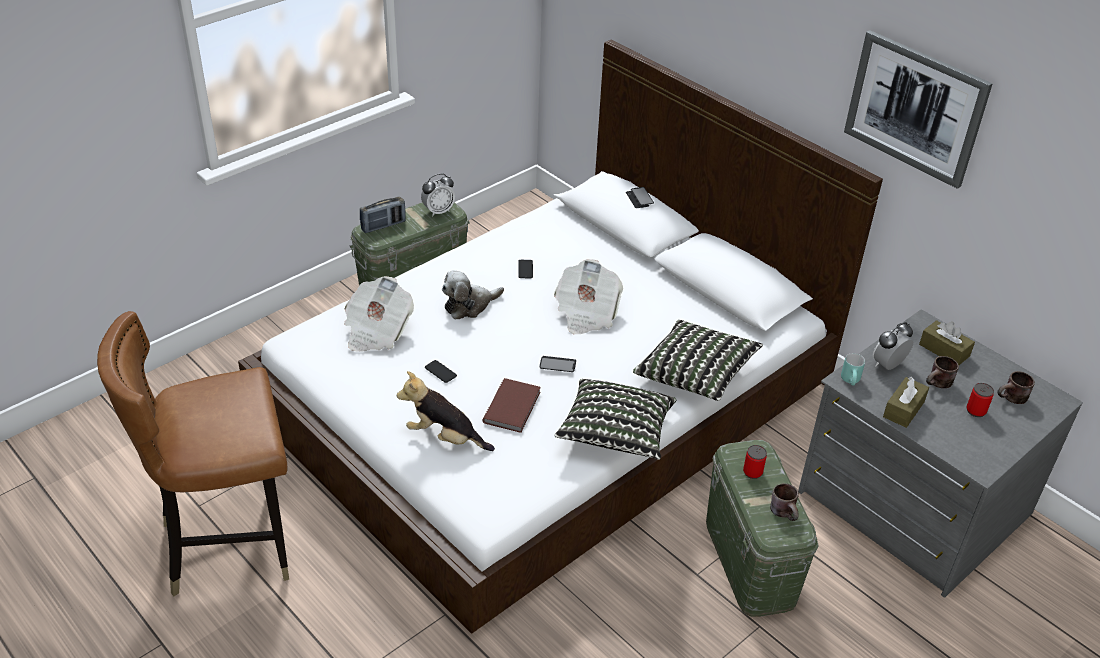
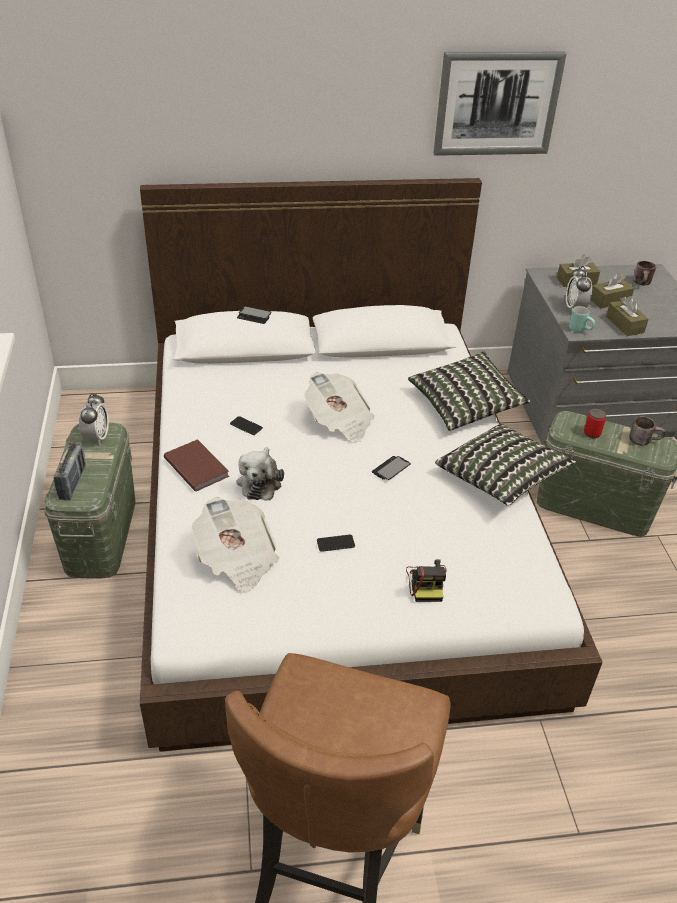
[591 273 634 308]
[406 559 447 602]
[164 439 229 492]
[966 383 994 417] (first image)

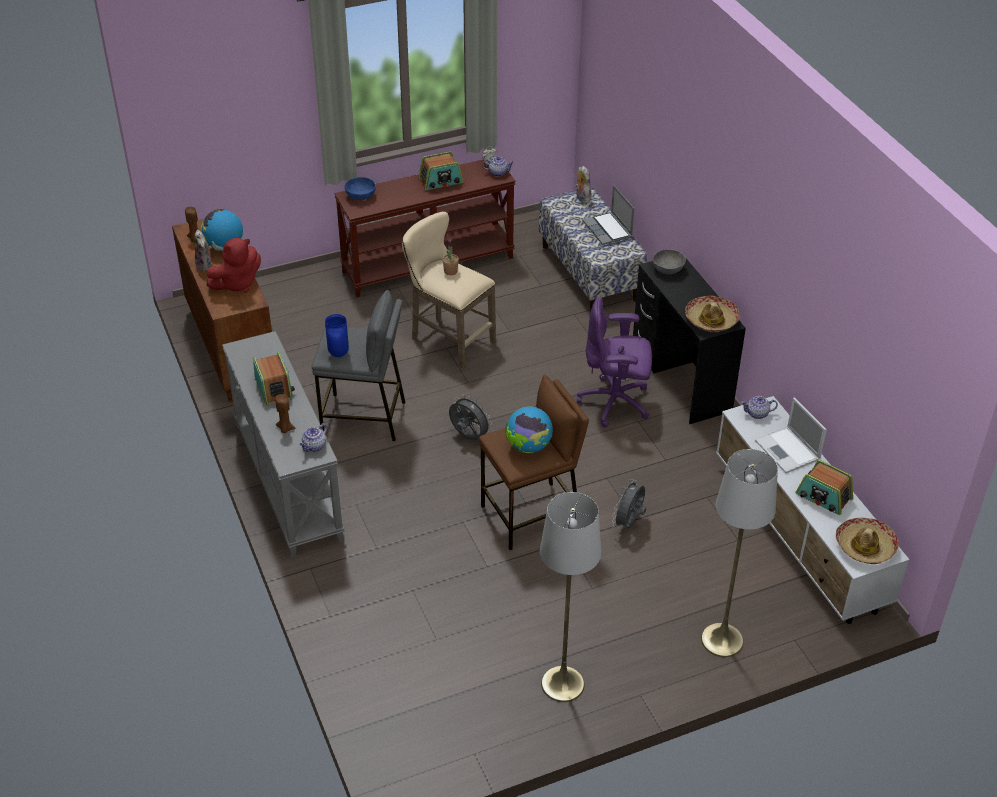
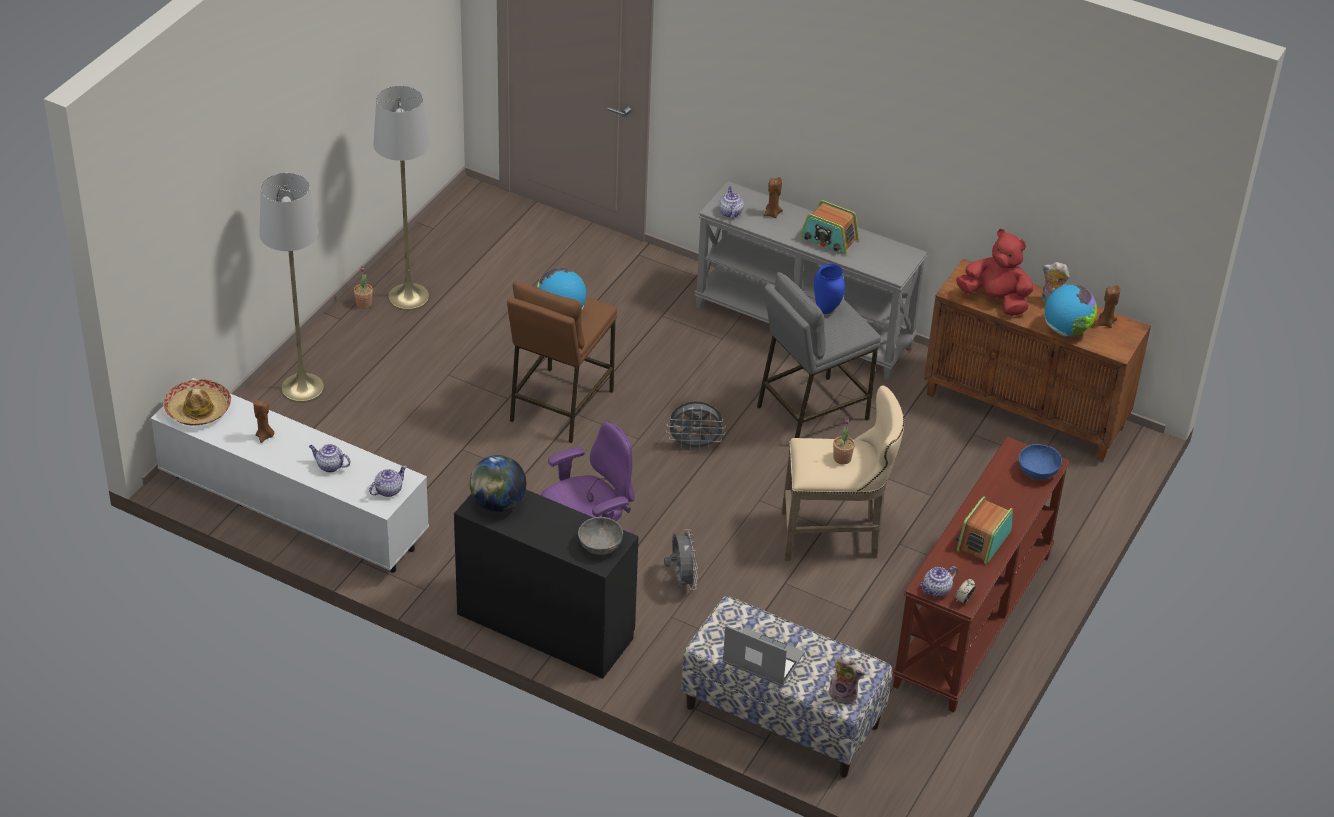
[956 229 1034 316]
[470 455 526 512]
[309 444 350 472]
[254 400 274 443]
[664 530 698 590]
[354 266 373 309]

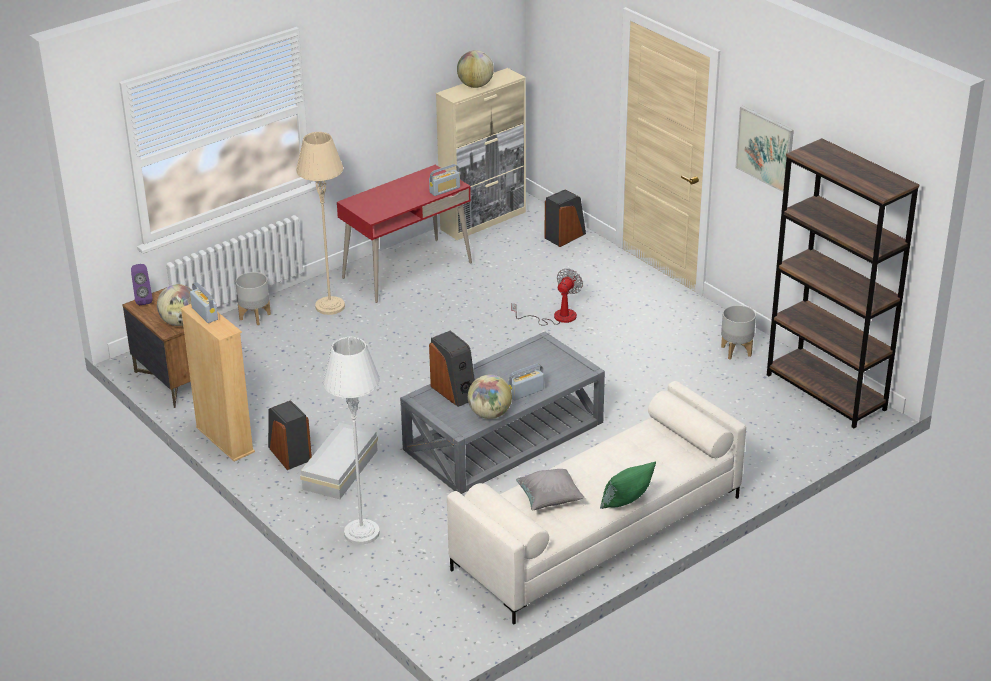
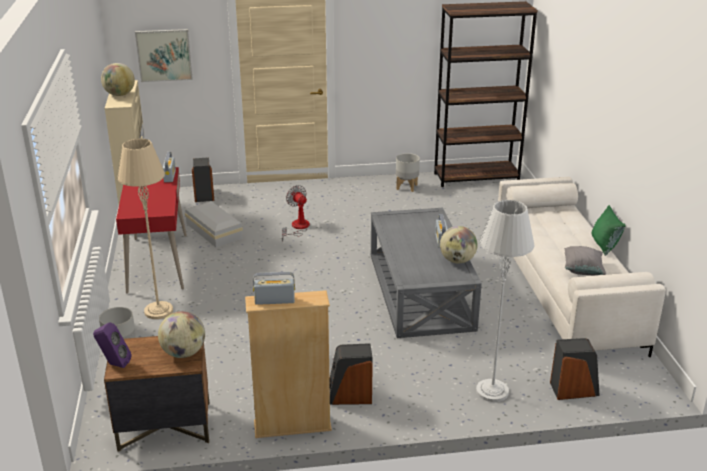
[135 29 193 82]
[550 338 600 400]
[185 201 243 248]

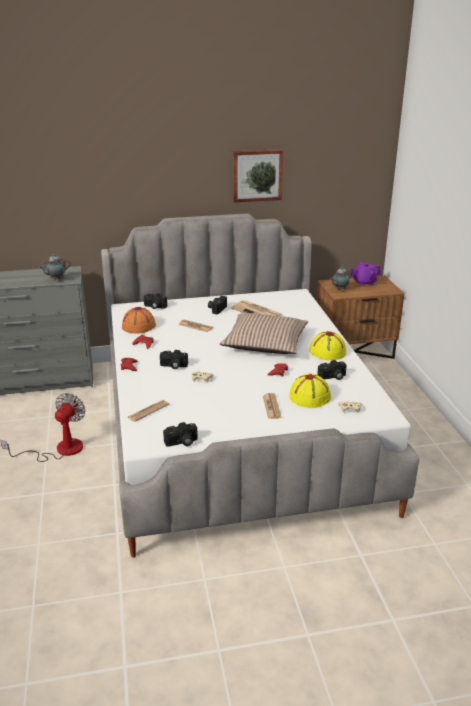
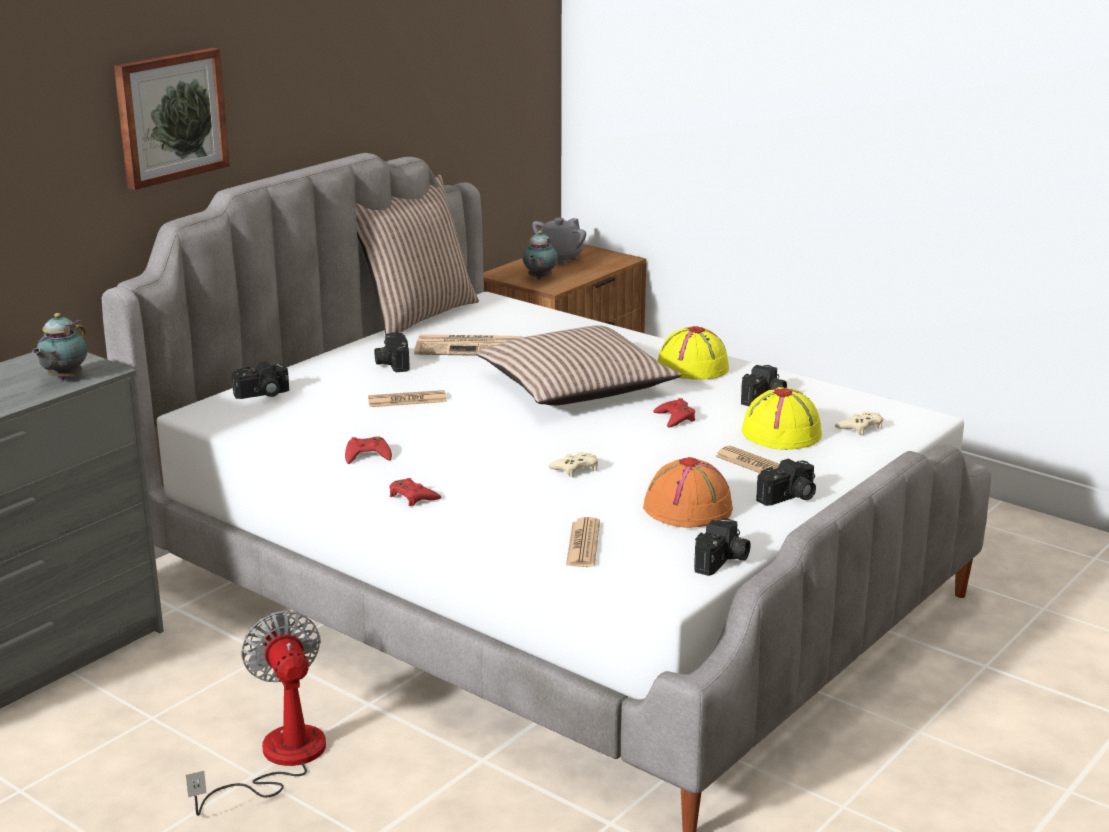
[114 48 230 190]
[532 218 586 265]
[643 457 733 528]
[756 459 816 506]
[355 174 479 335]

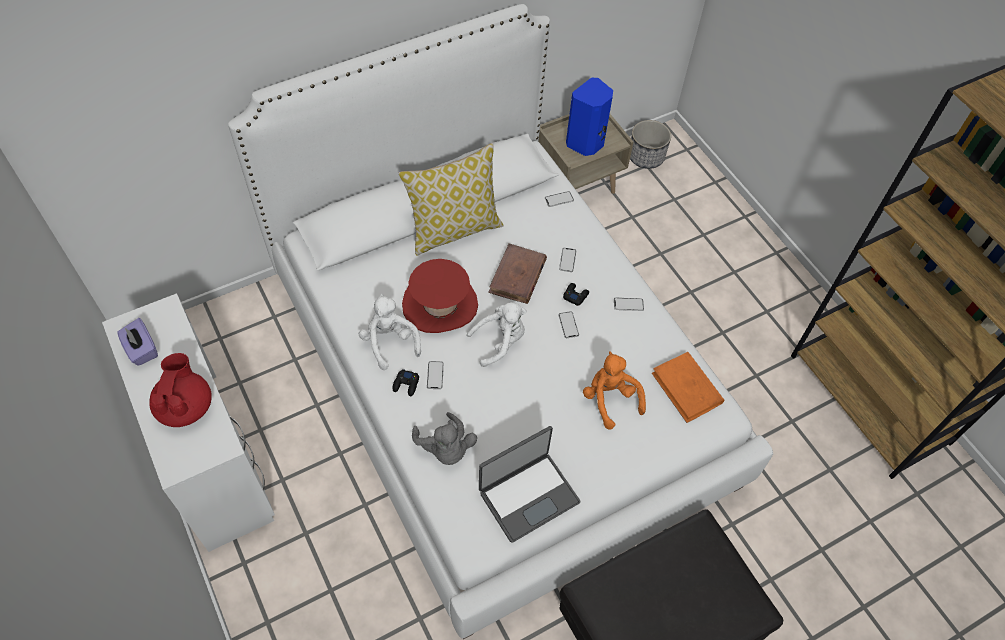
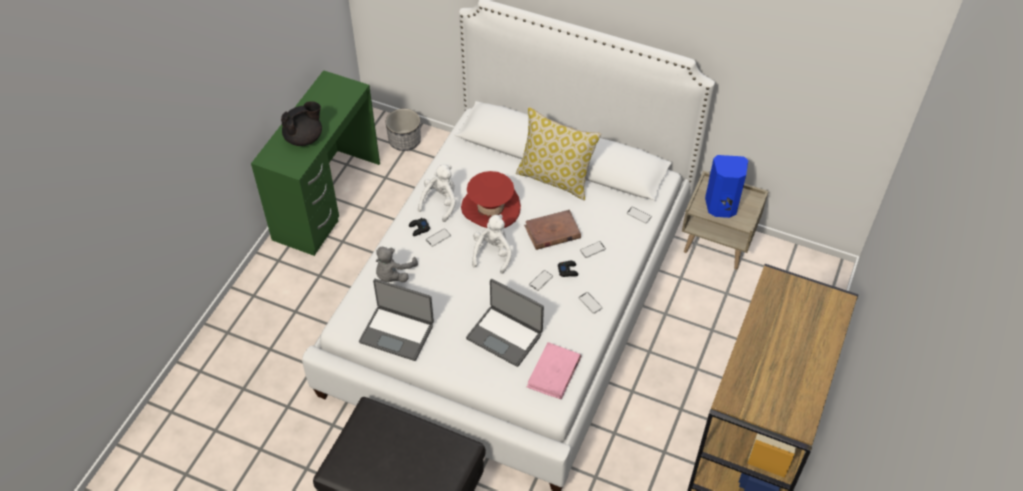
[386 109 421 151]
[251 70 380 256]
[472 214 512 274]
[117 318 158 366] (first image)
[466 279 544 367]
[527 342 581 399]
[281 101 322 146]

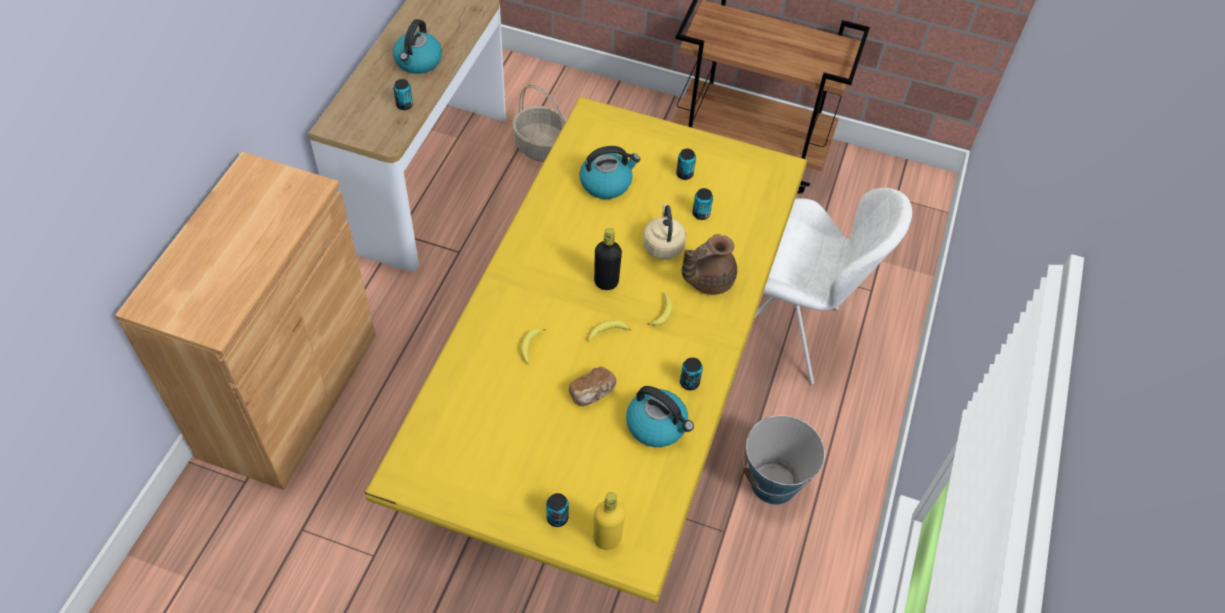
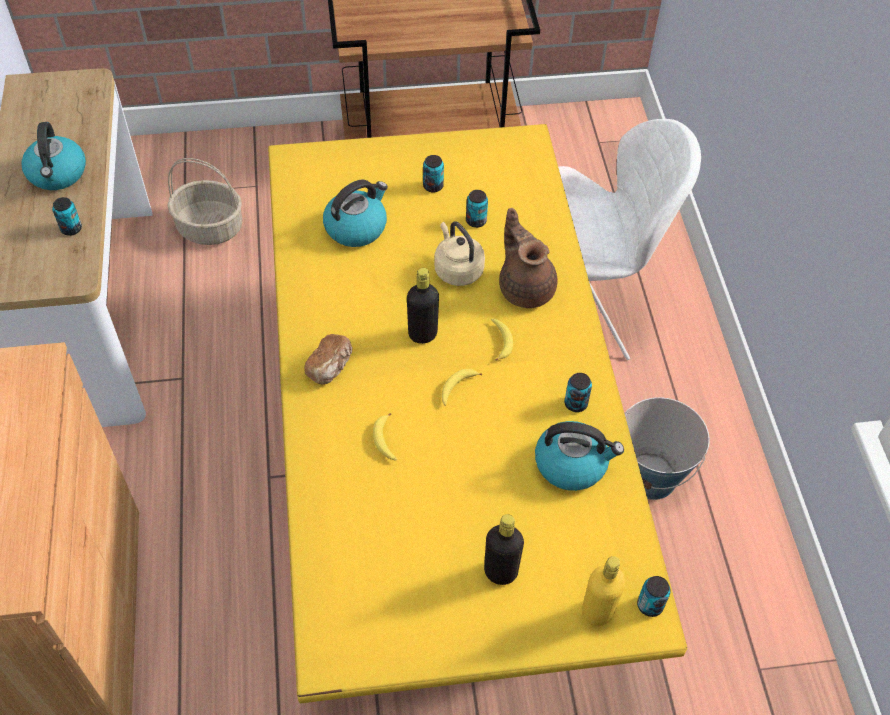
[499 208 558 308]
[304 334 352 384]
[637 576 671 617]
[484 514 524 585]

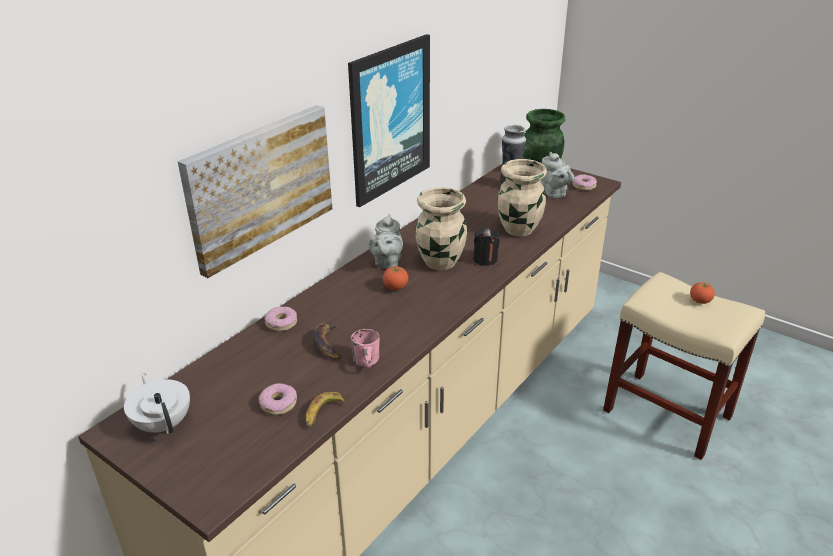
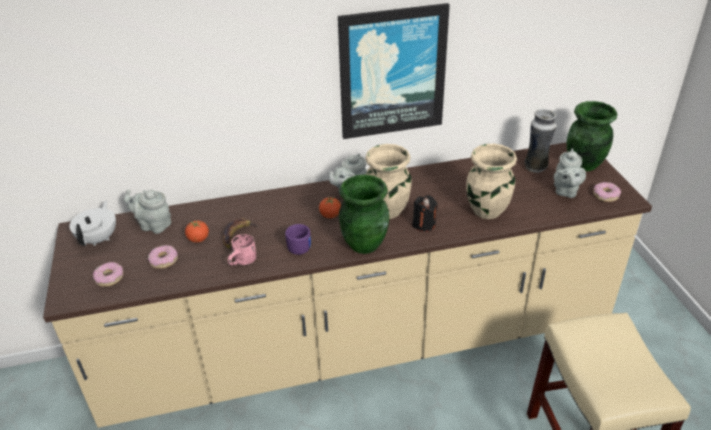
[178 105 332 278] (first image)
[185 220 209 243]
[93 262 123 287]
[306 392 346 428] (first image)
[339 175 389 254]
[124 189 171 234]
[285 224 311 255]

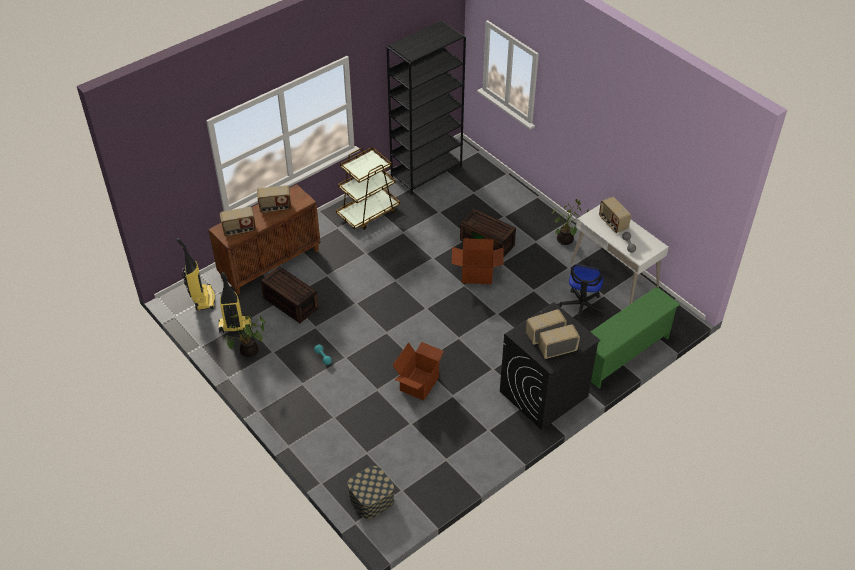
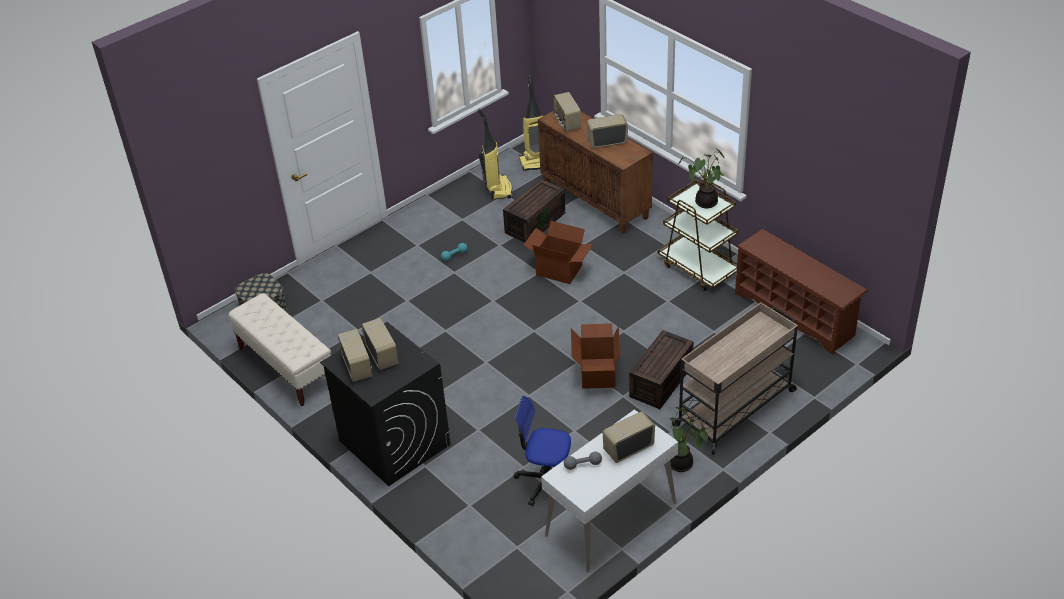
[735 229 868 355]
[587 114 628 148]
[591 287 681 388] (first image)
[678 148 724 208]
[524 221 593 284]
[228 293 331 406]
[671 302 798 455]

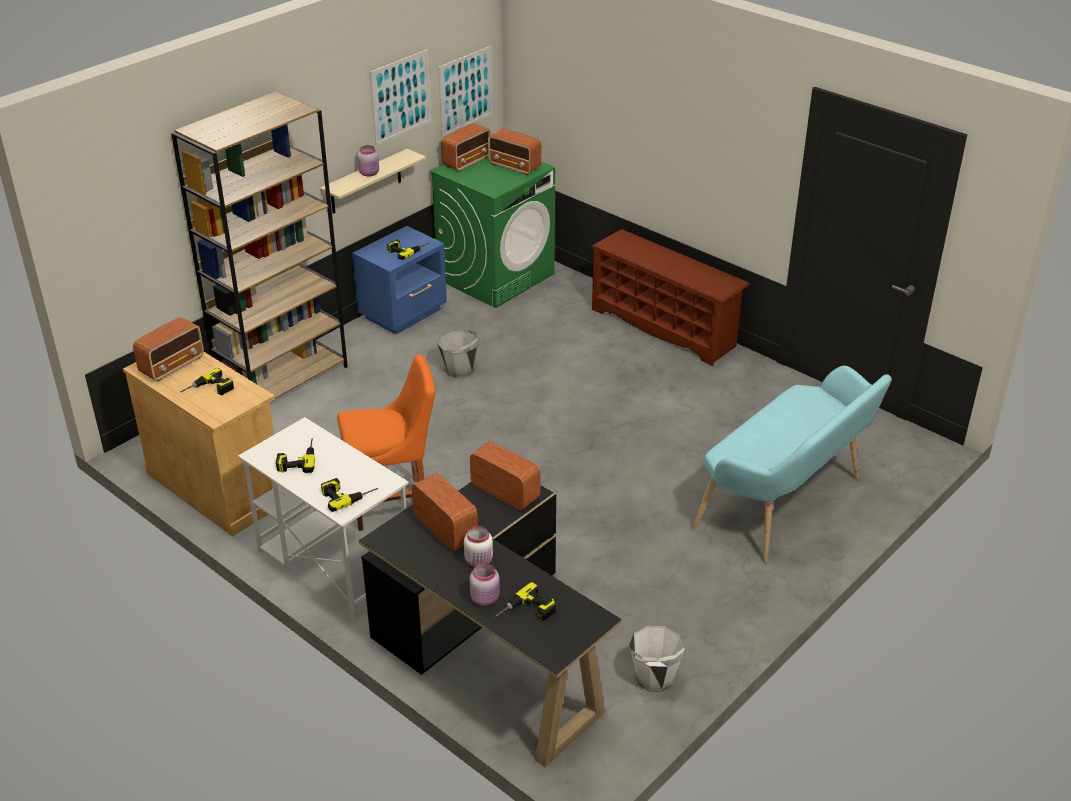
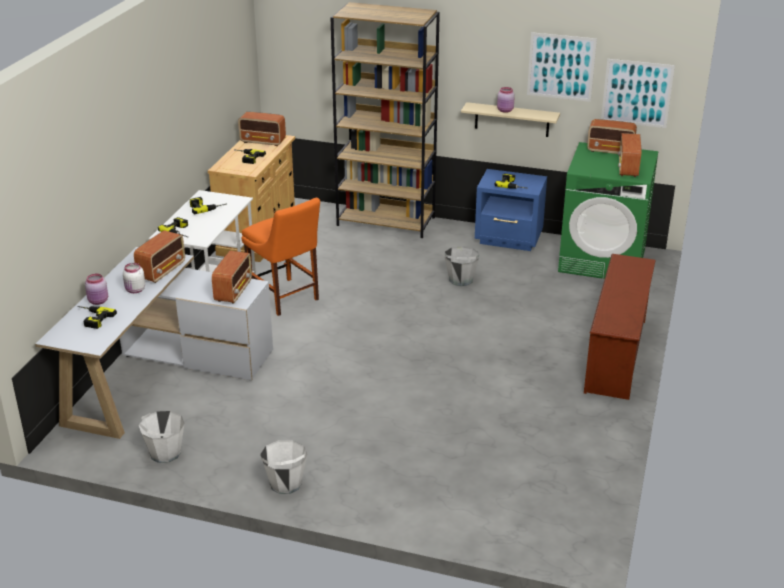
[692 366 892 563] (first image)
[35 247 273 439]
[260 440 307 494]

